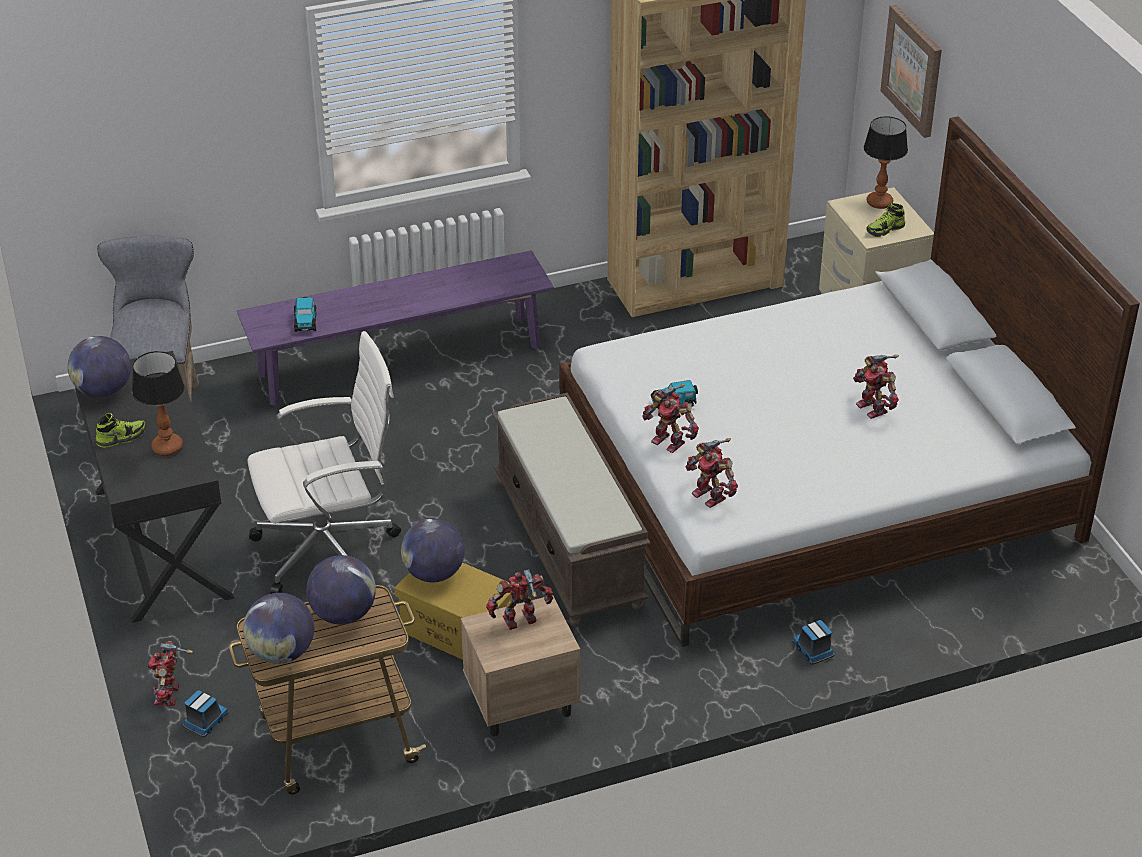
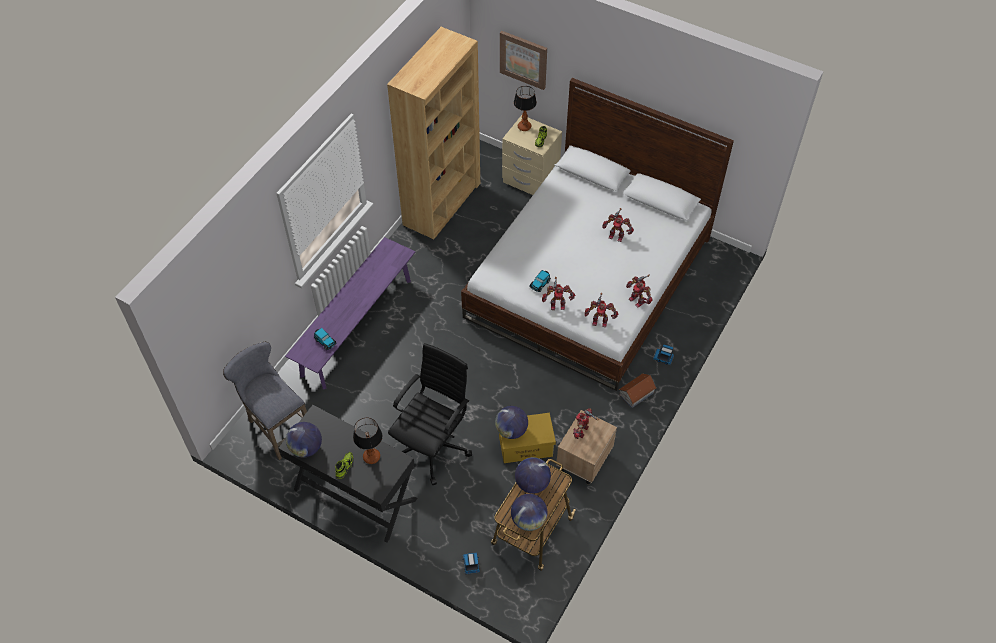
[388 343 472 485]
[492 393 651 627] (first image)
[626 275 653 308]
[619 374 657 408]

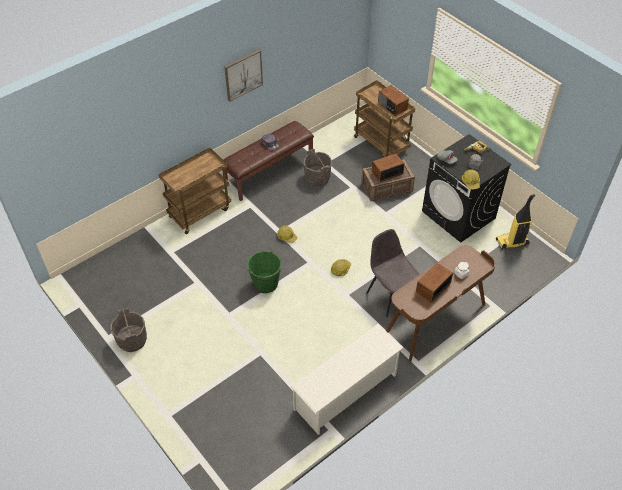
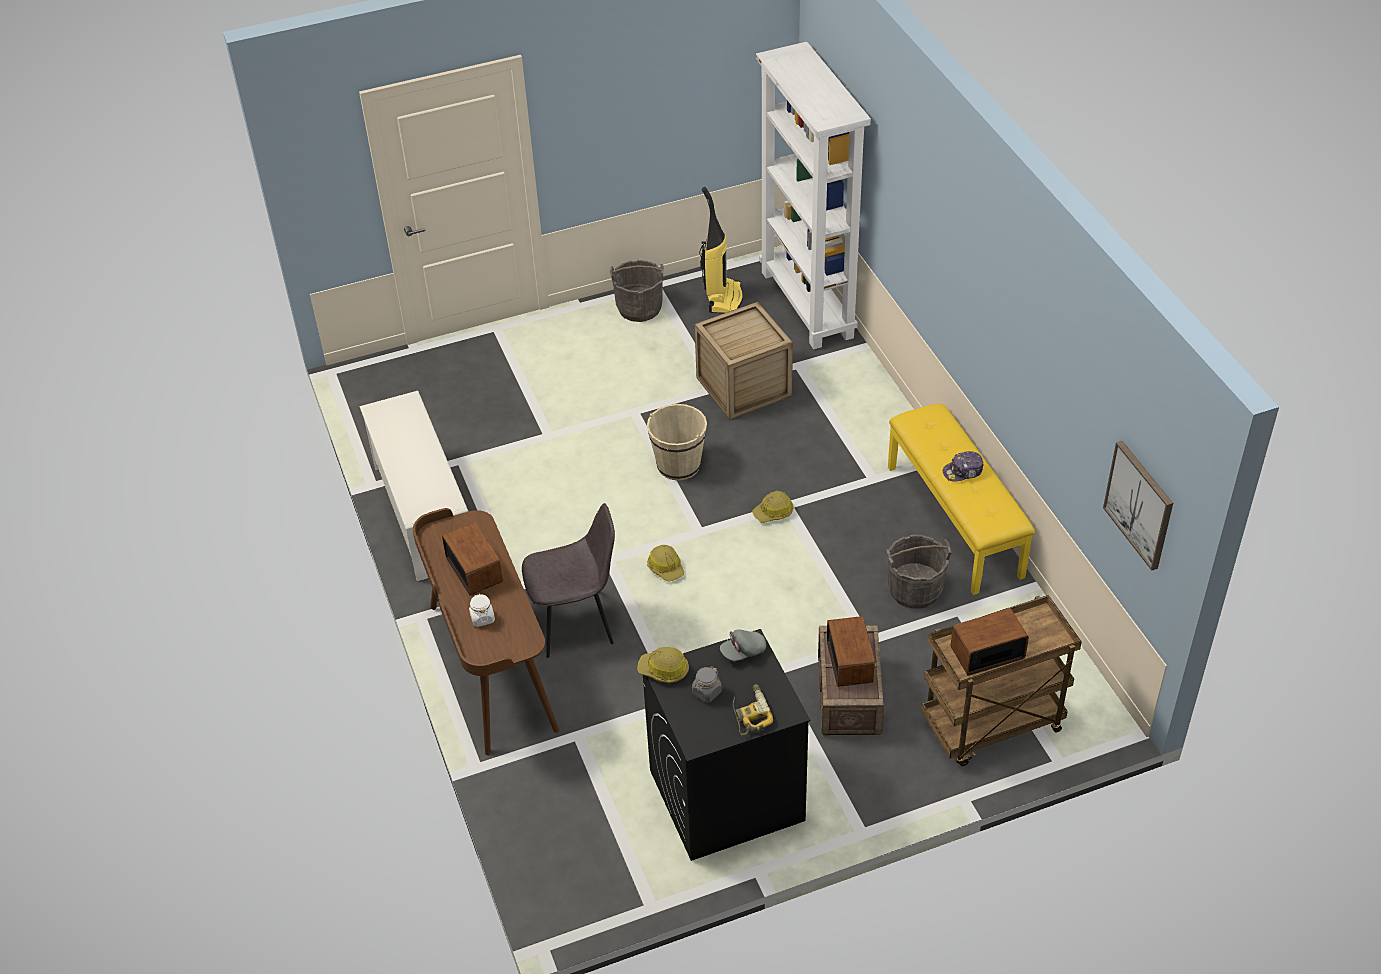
[1103 441 1173 571]
[888 404 1035 595]
[159 147 231 234] (first image)
[699 187 743 314]
[647 404 707 480]
[756 42 871 349]
[695 302 793 420]

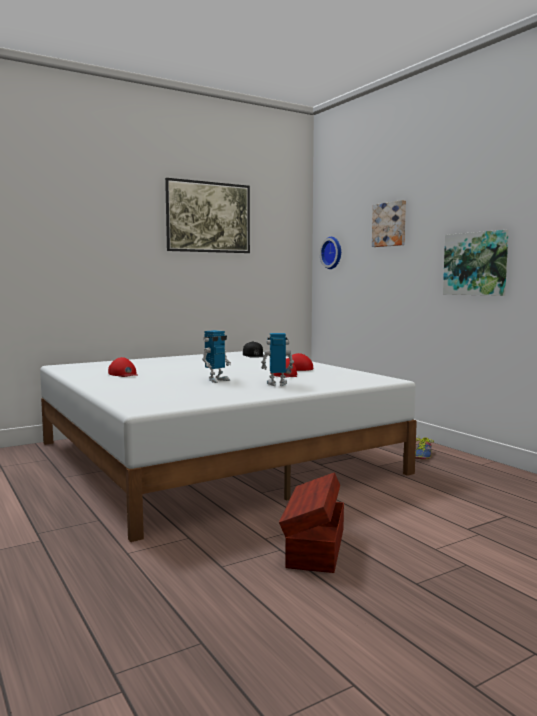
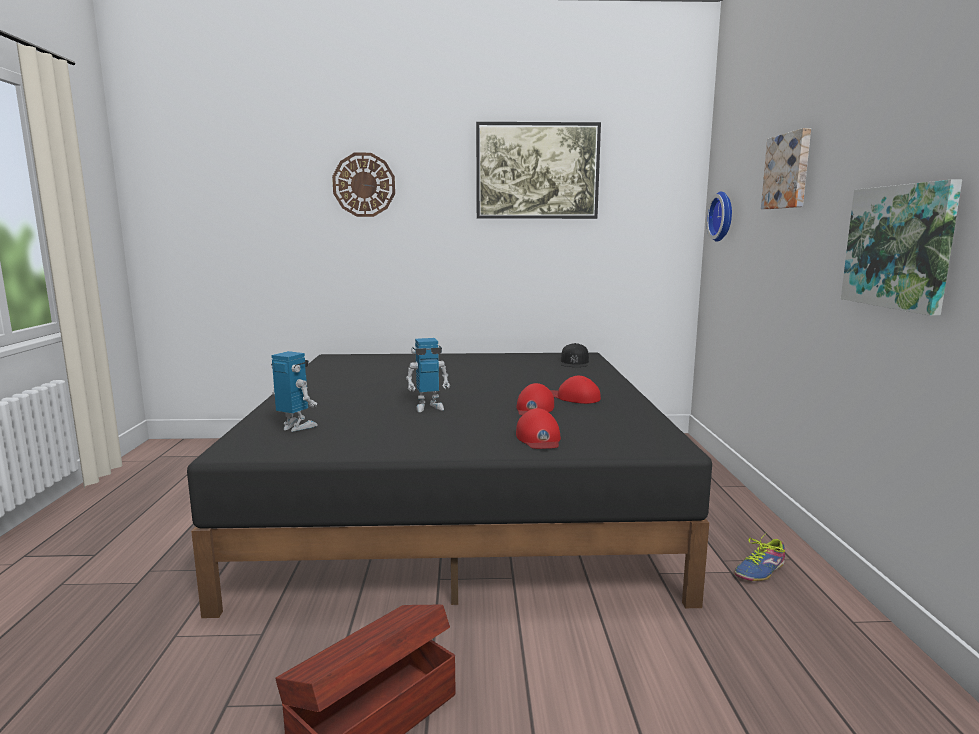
[271 351 318 432]
[187 353 712 618]
[516 408 561 449]
[332 153 395 217]

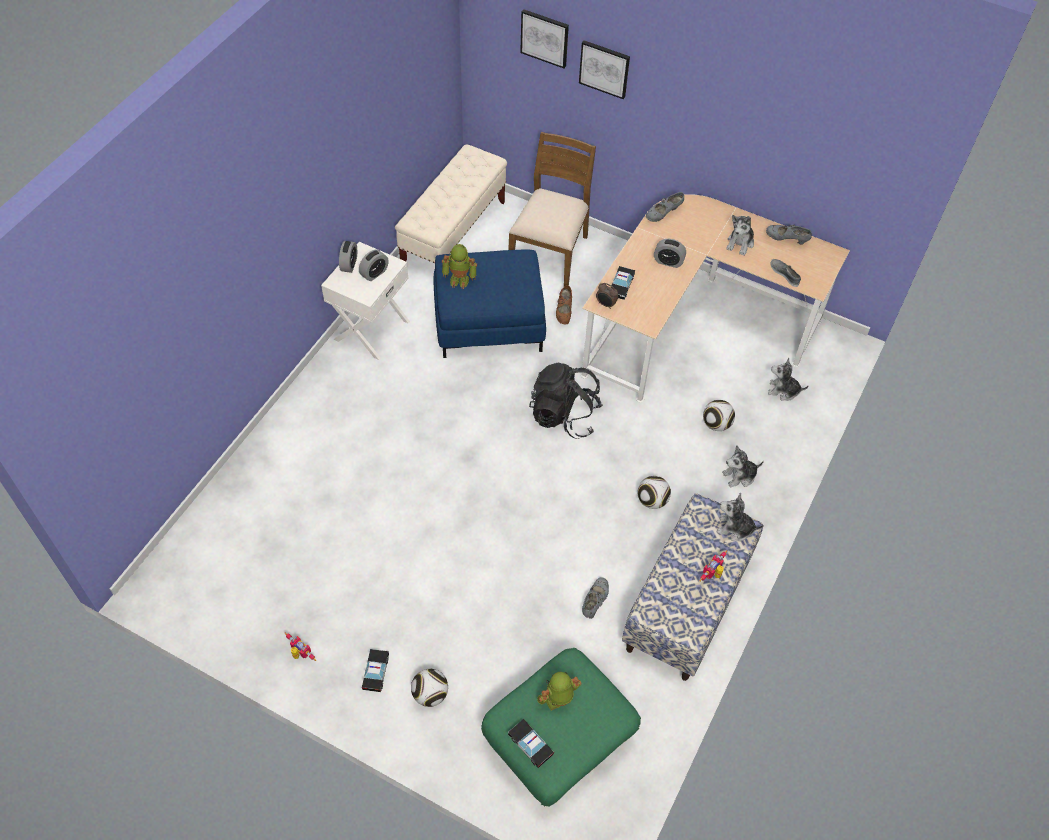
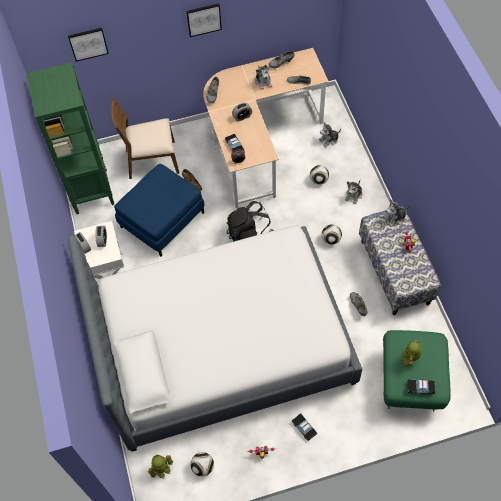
[186 3 222 37]
[111 98 179 179]
[26 62 114 214]
[148 455 173 479]
[190 452 214 476]
[68 225 362 452]

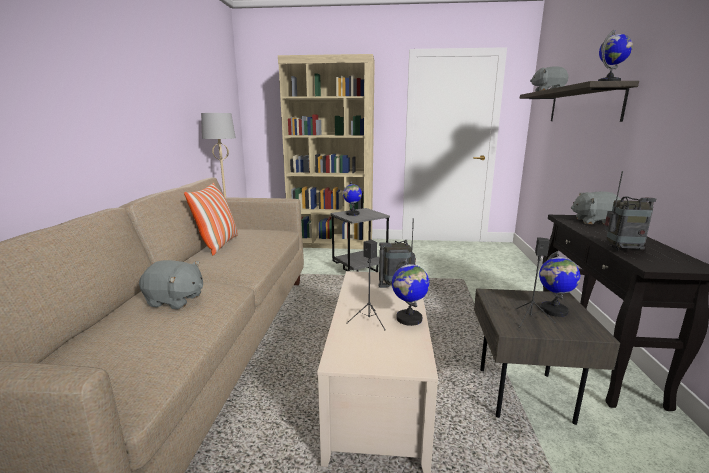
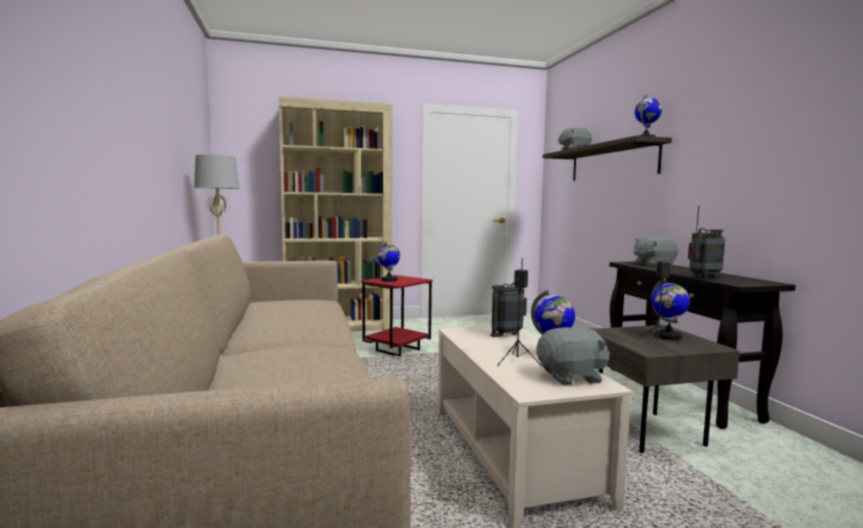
[184 182 238 255] (first image)
[361 275 433 356]
[536 327 610 385]

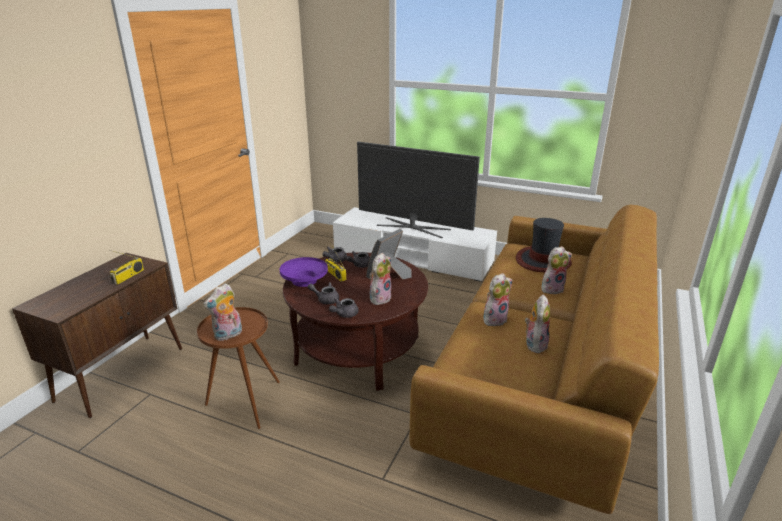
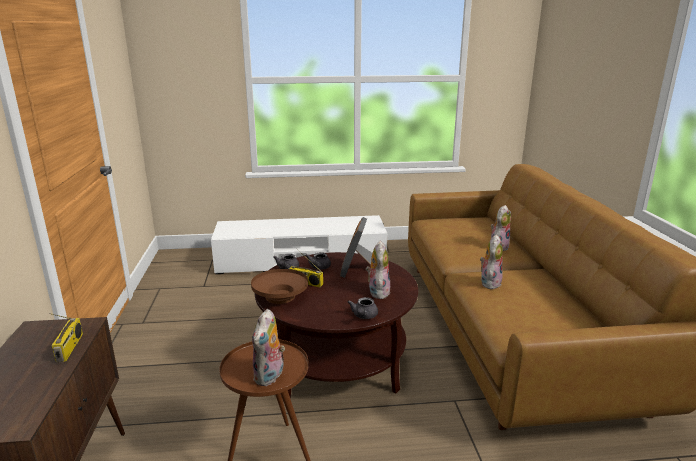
[357 142 480 238] (first image)
[516 218 572 272] (first image)
[251 269 308 304]
[308 282 339 304] (first image)
[525 294 550 353] (first image)

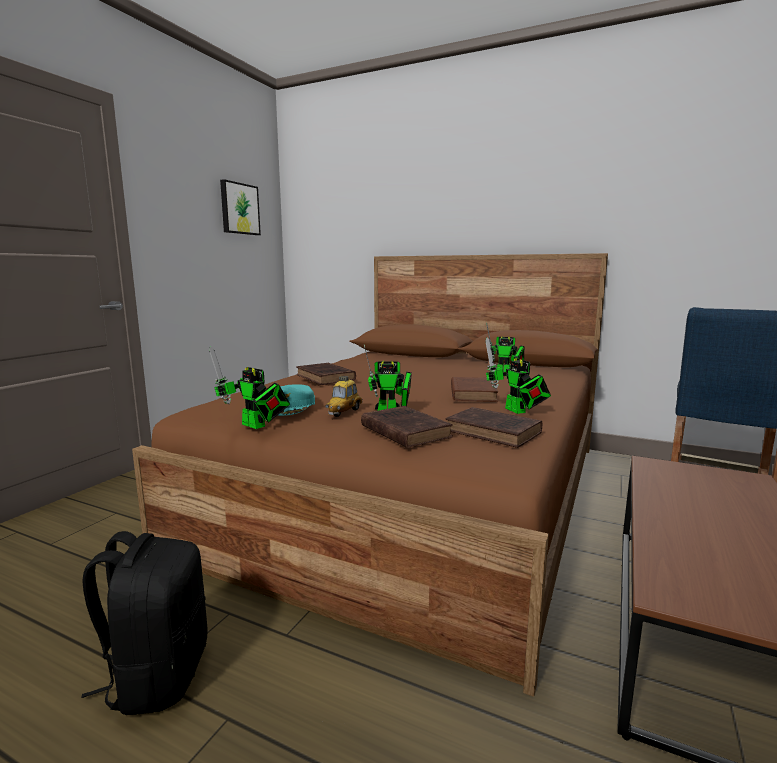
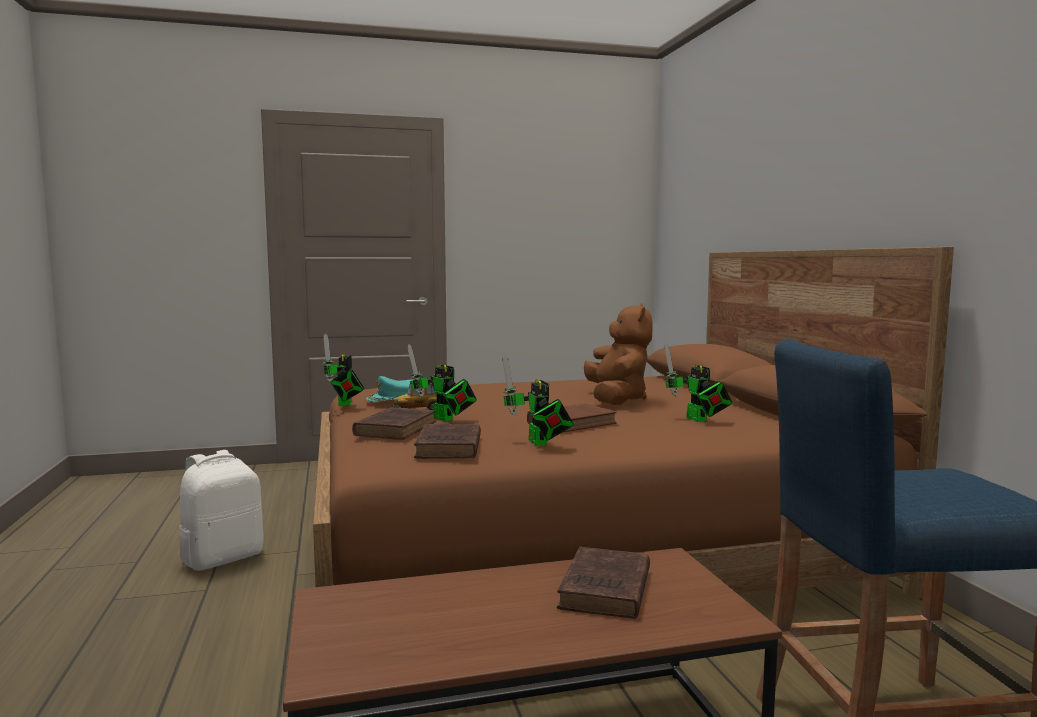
[220 179 261 235] (first image)
[502 354 574 446]
[557 547 650 619]
[179 450 264 571]
[584 303 652 405]

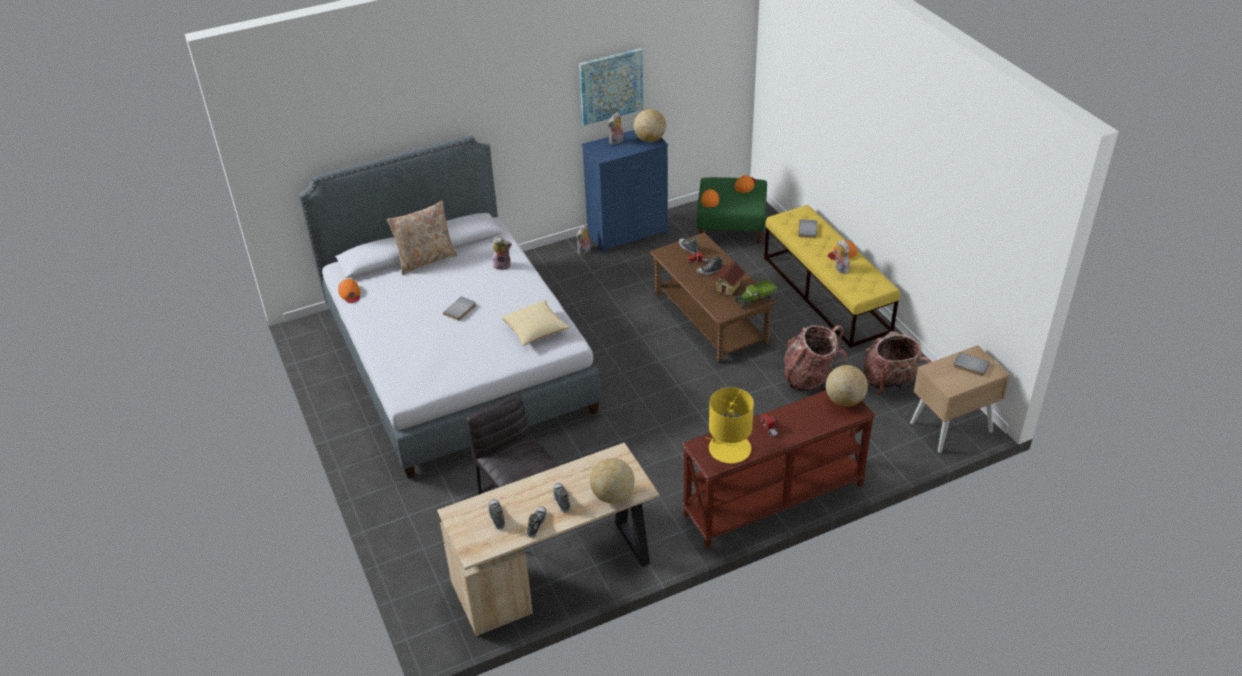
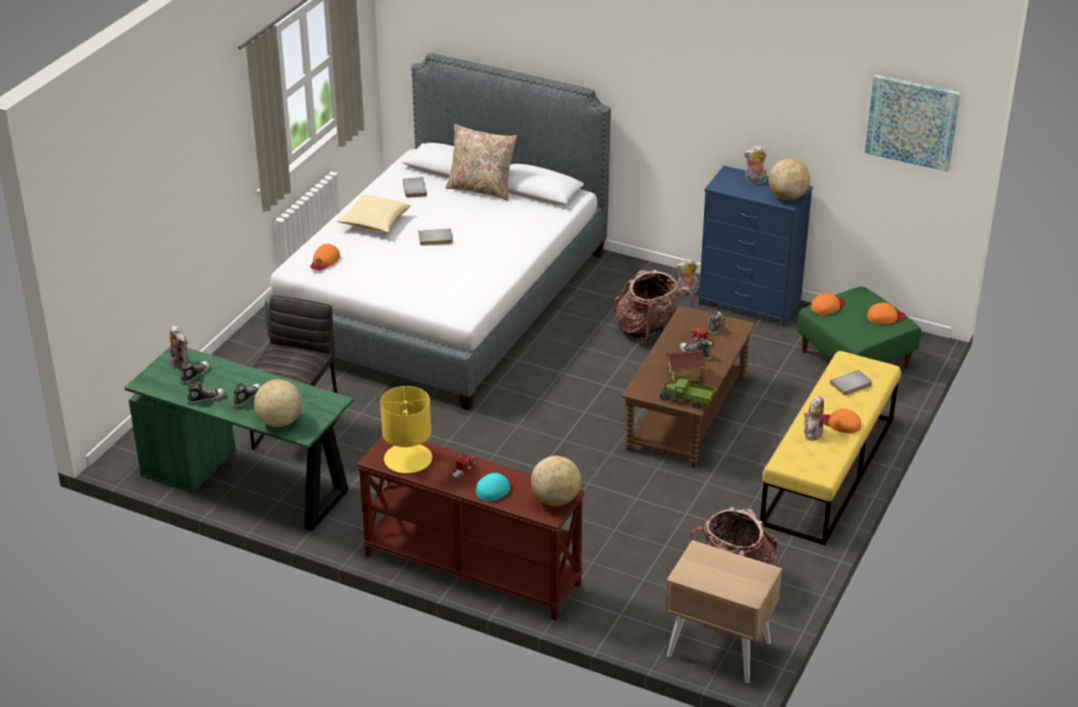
[865 75 961 172]
[170 325 188 370]
[310 244 340 270]
[337 195 411 233]
[615 270 694 344]
[403 177 427 198]
[124 347 353 531]
[476 473 515 501]

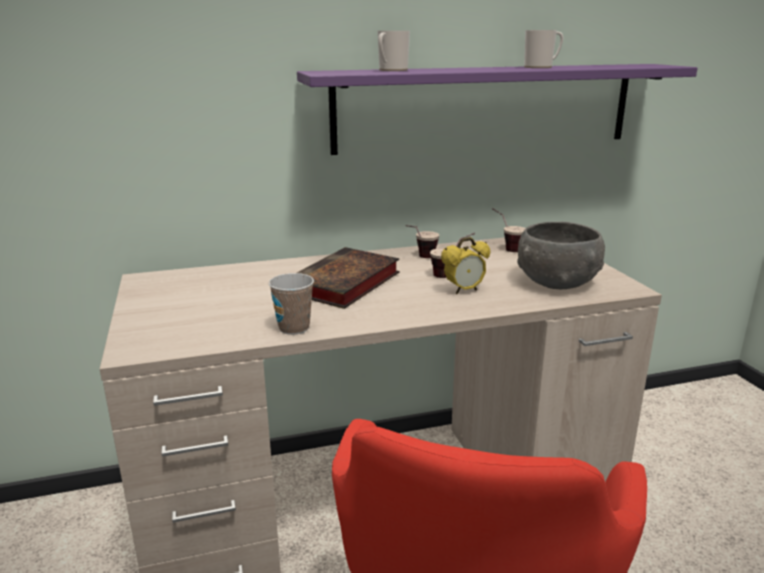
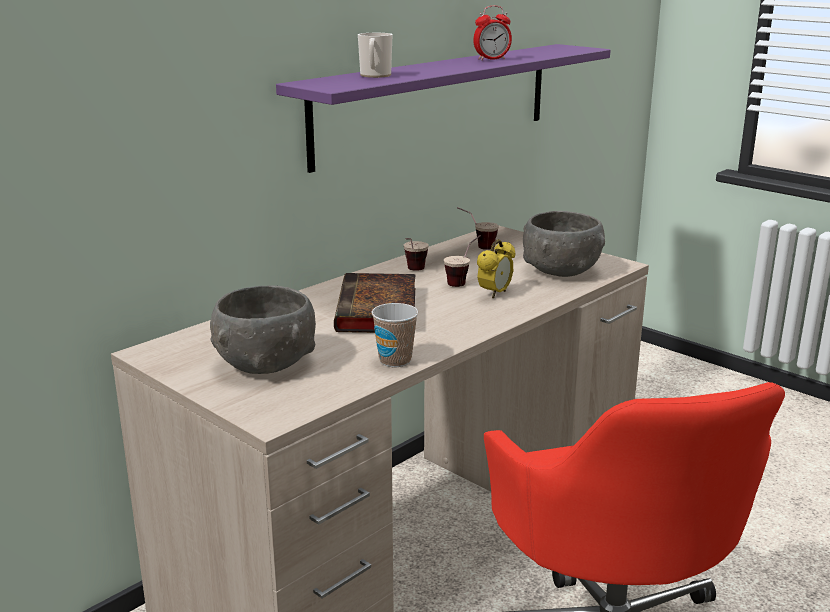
[473 6 512 60]
[210 286 316 374]

